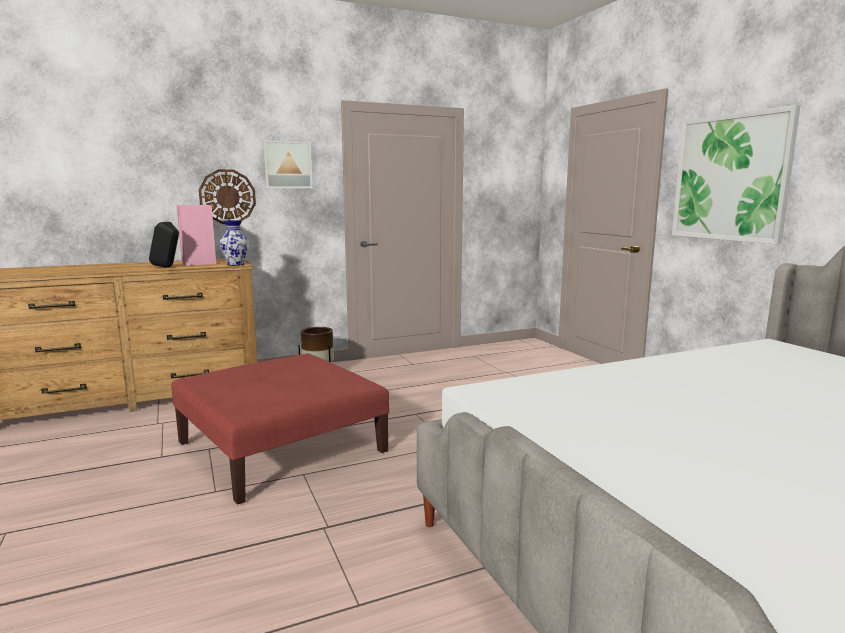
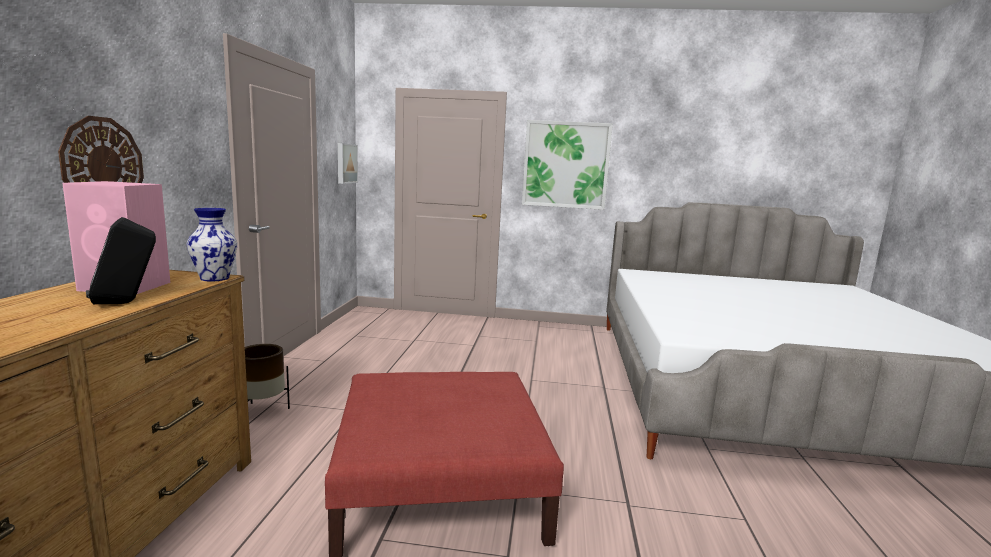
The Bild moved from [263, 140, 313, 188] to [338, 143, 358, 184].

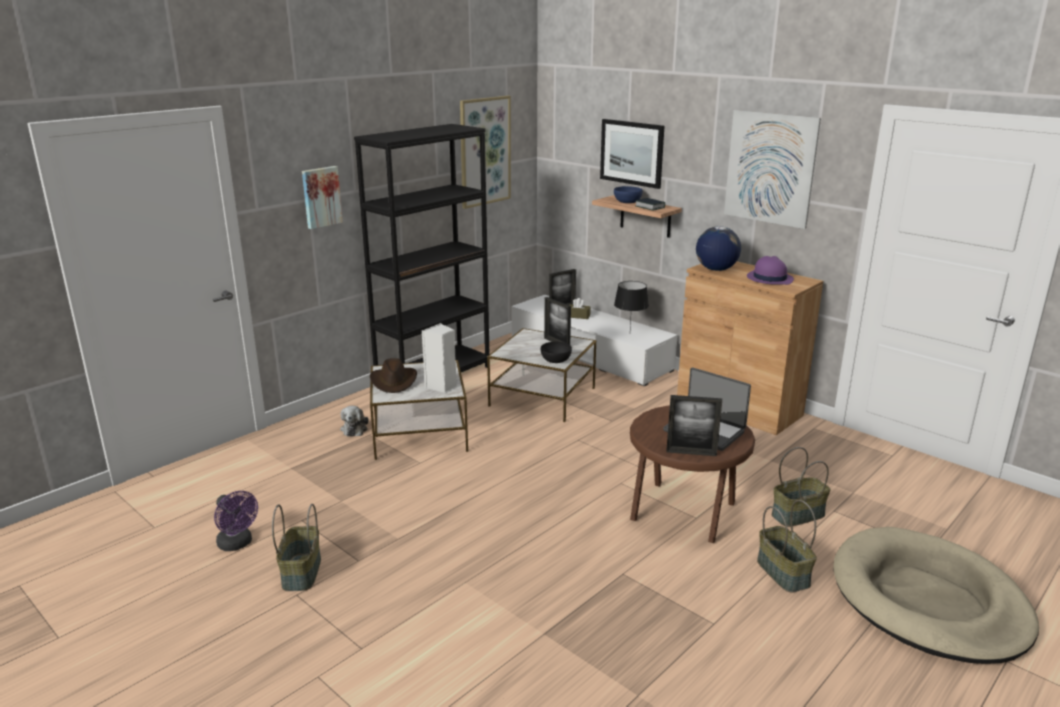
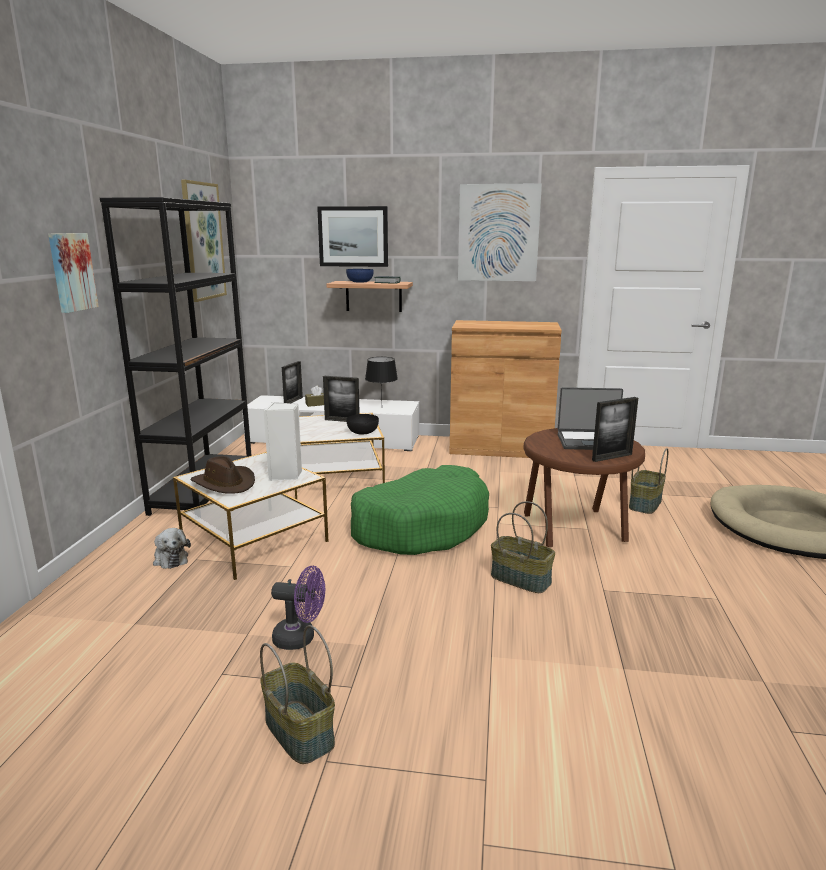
The Globus at [696, 226, 741, 271] disappeared.
The Hut [lila] at [747, 256, 794, 285] disappeared.
The Hundebett [grün] at [351, 465, 489, 555] appeared.
The Ventilator [lila] moved from [214, 491, 258, 551] to [271, 566, 325, 650].
The Korb moved from [757, 500, 817, 592] to [491, 501, 555, 593].

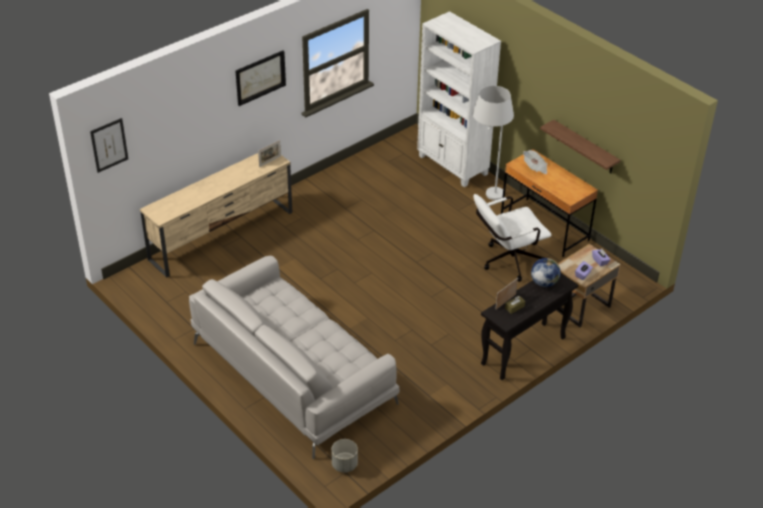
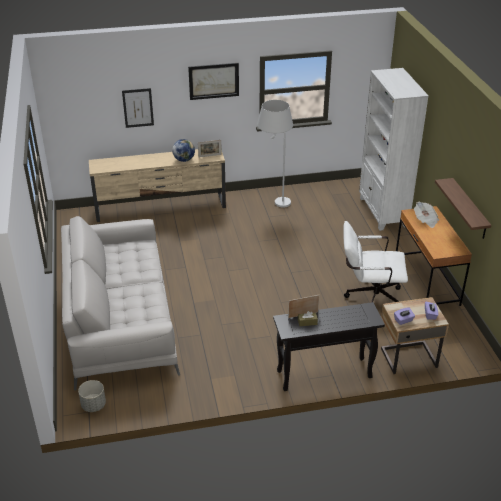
The Bild moved from [90, 118, 128, 173] to [122, 88, 154, 128].
The Stehlampe [weiß] moved from [472, 86, 514, 200] to [257, 100, 293, 208].
The Globus moved from [531, 258, 560, 287] to [172, 139, 195, 162].

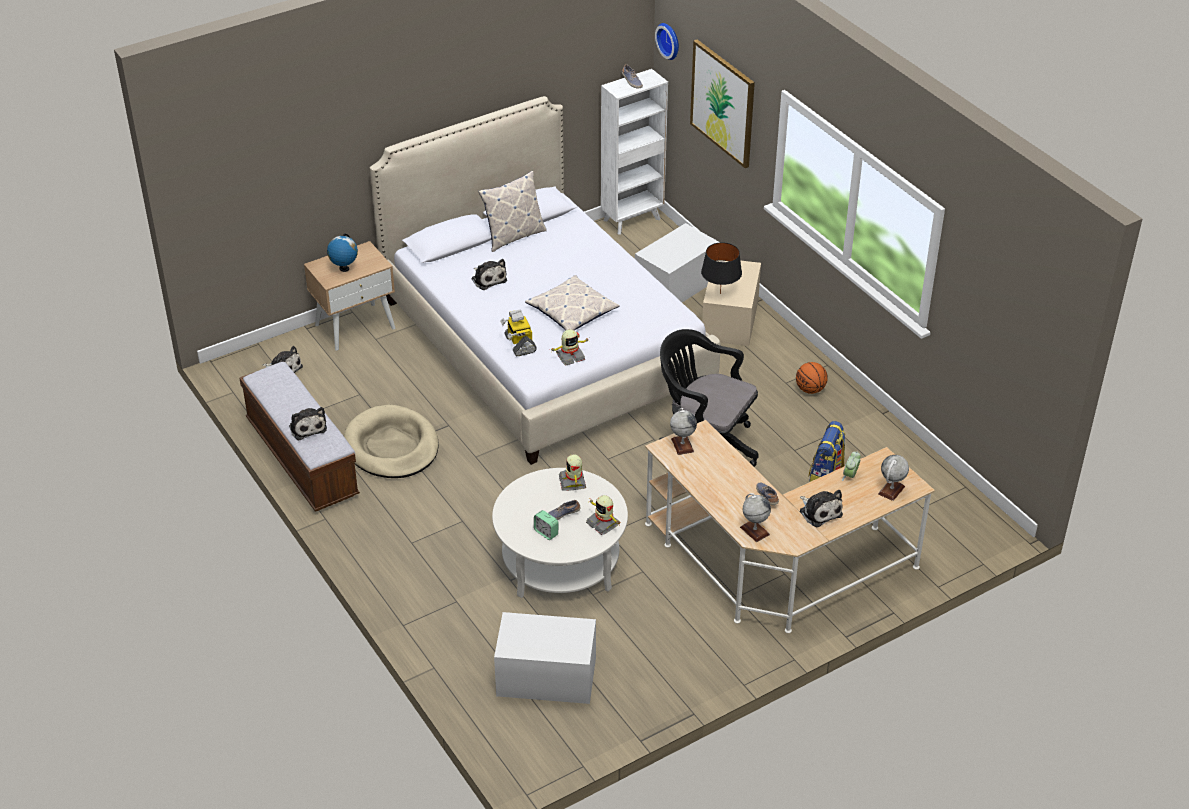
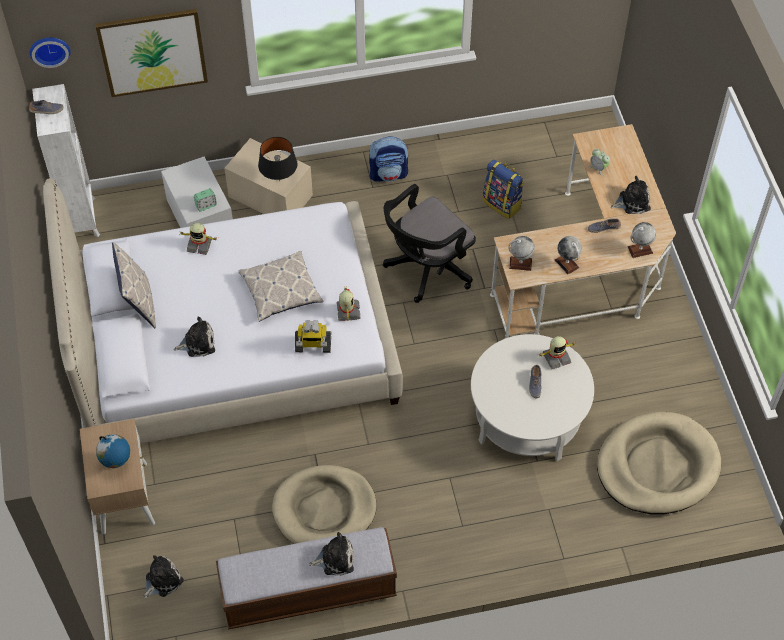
The Wecker moved from [534, 510, 558, 540] to [194, 189, 217, 211].
The Spielzeugroboter moved from [559, 454, 586, 491] to [179, 223, 218, 255].
The Globus moved from [878, 455, 909, 501] to [555, 236, 582, 274].
The Aufbewahrungsbox [weiß] at [494, 612, 596, 704] was replaced by the Hundebett [beige] at [597, 412, 721, 514].
The Basketball at [796, 362, 828, 394] was replaced by the Rucksack at [369, 137, 408, 182].

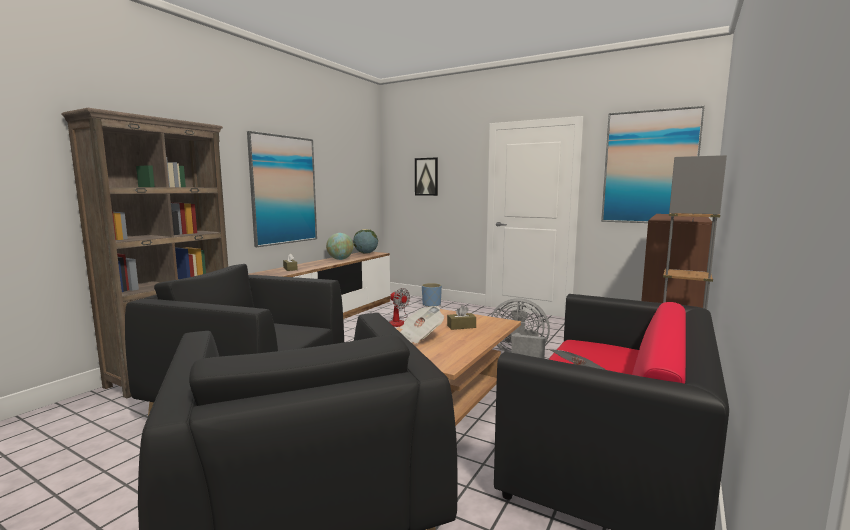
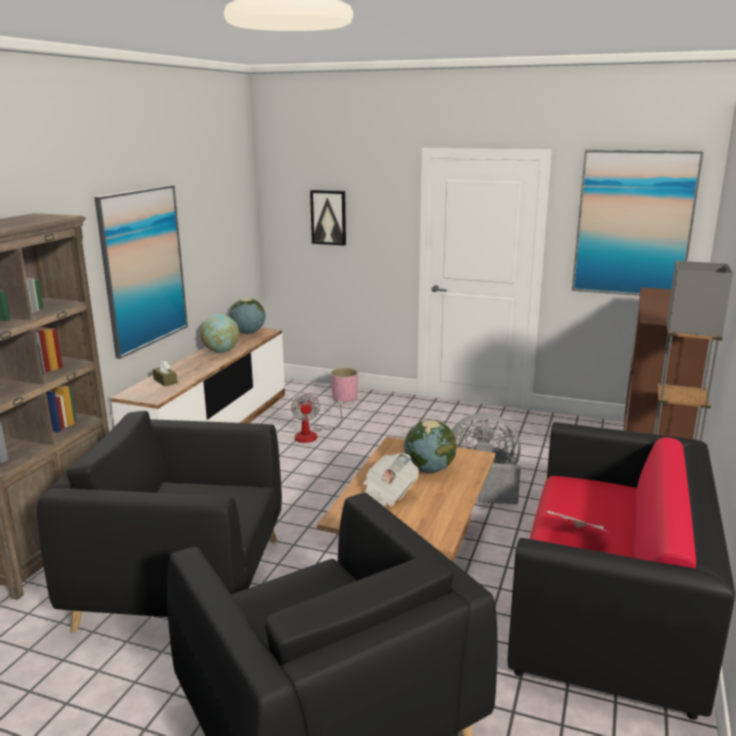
The Taschentuchbox [braun] at [447, 305, 476, 330] was replaced by the Globus at [404, 420, 457, 473].
The Pflanzkübel [blau] at [422, 283, 442, 307] became the Pflanzkübel [rosa] at [331, 368, 358, 403].
The Ventilator at [389, 288, 410, 327] turned 45 degrees clockwise.

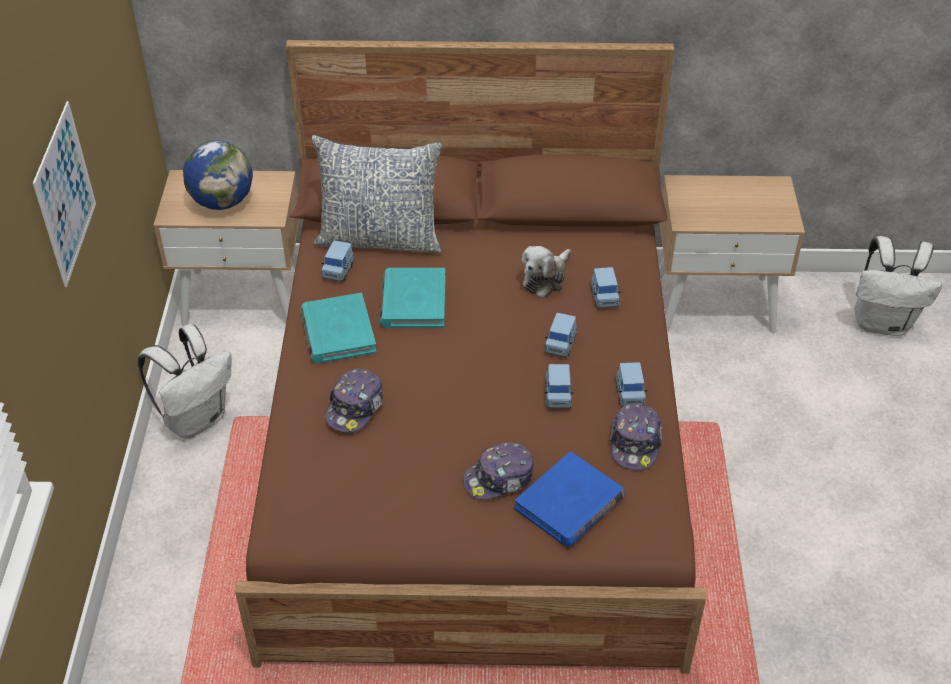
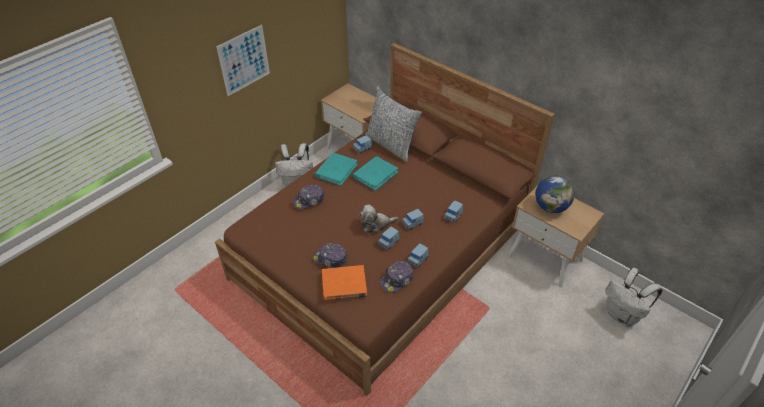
The Globus moved from [183, 140, 253, 210] to [535, 175, 575, 213].
The Plüschtier moved from [521, 246, 571, 298] to [360, 205, 398, 233].
The Buch [blau] at [515, 452, 625, 547] became the Buch [orange] at [322, 265, 367, 301].

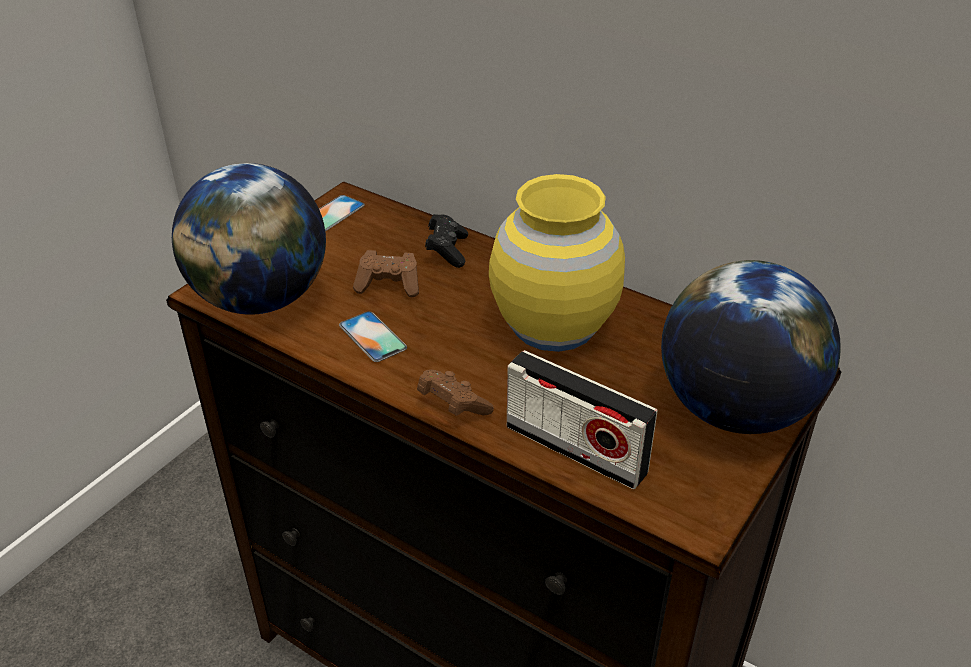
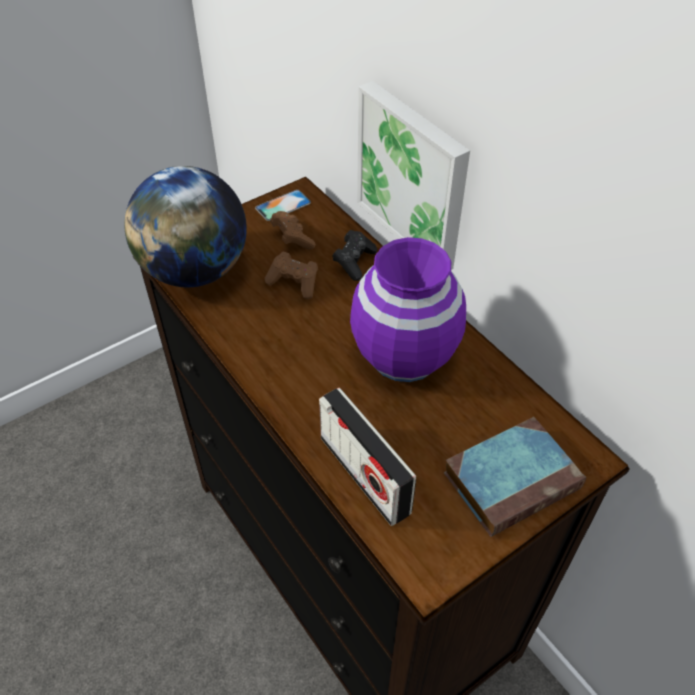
The Handy at [339, 311, 407, 362] disappeared.
The Bild at [357, 81, 470, 270] appeared.
The Gamepad [braun] moved from [417, 370, 494, 416] to [270, 211, 316, 250].
The Globus at [661, 260, 841, 434] was replaced by the Buch at [444, 417, 586, 537].
The Vase [gelb] at [489, 174, 625, 352] became the Vase [lila] at [350, 237, 466, 382].

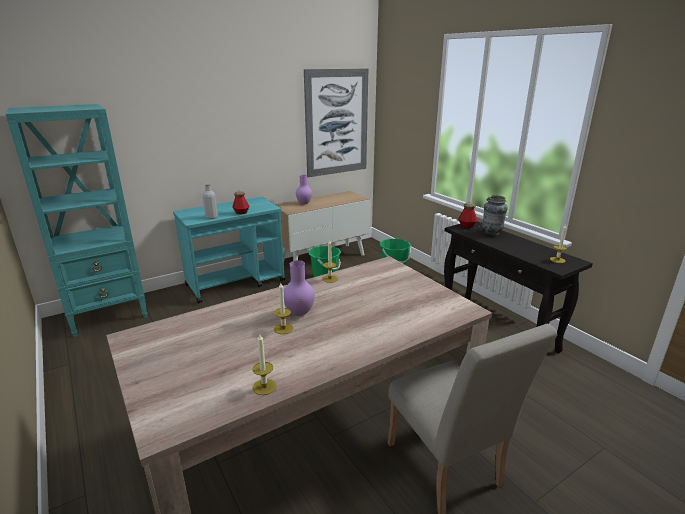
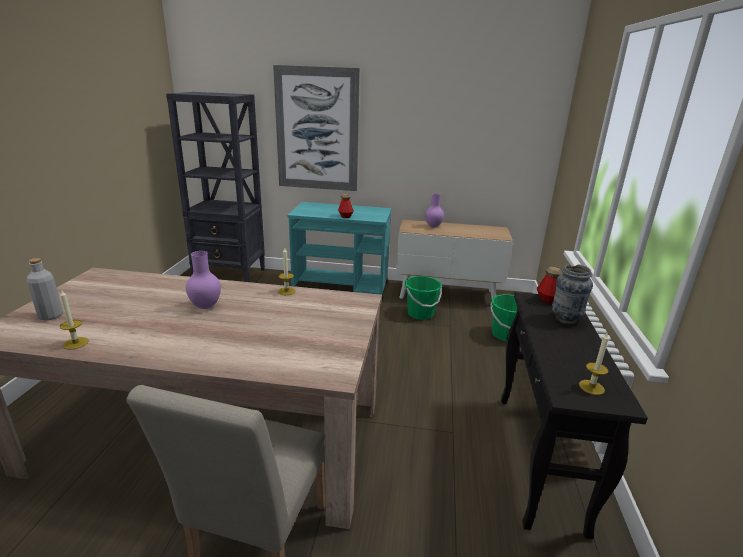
The Kerze at [274, 283, 293, 334] disappeared.
The Flasche [grau] moved from [203, 184, 218, 219] to [27, 258, 63, 320].
The Bild moved from [304, 68, 368, 177] to [273, 65, 360, 191].
The Bücherregal [türkis] at [6, 104, 148, 337] became the Bücherregal [schwarz] at [166, 92, 265, 282].

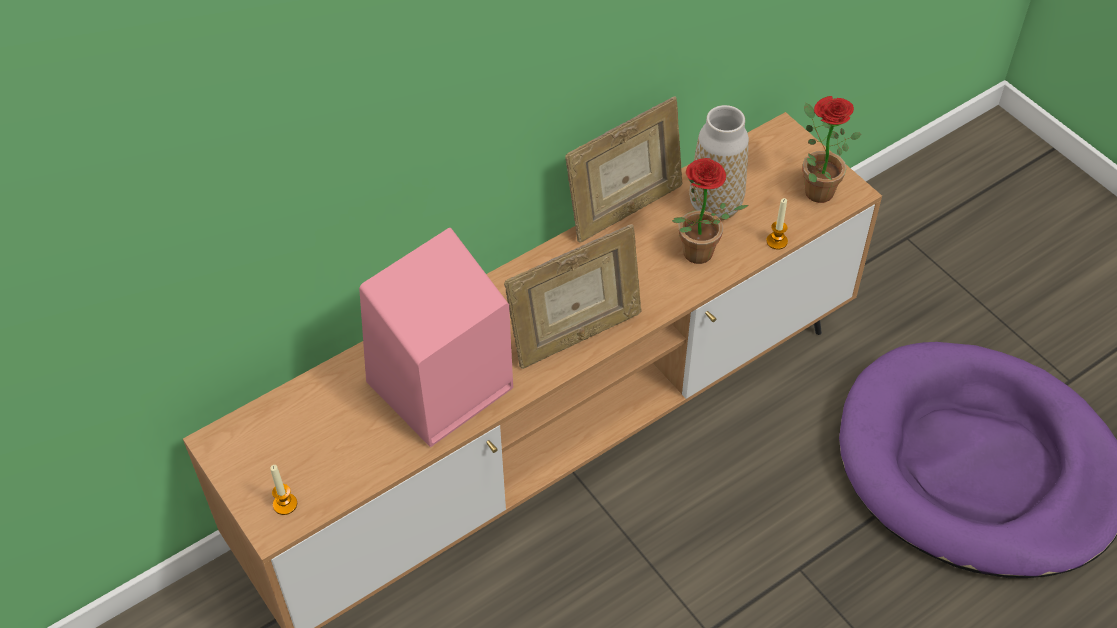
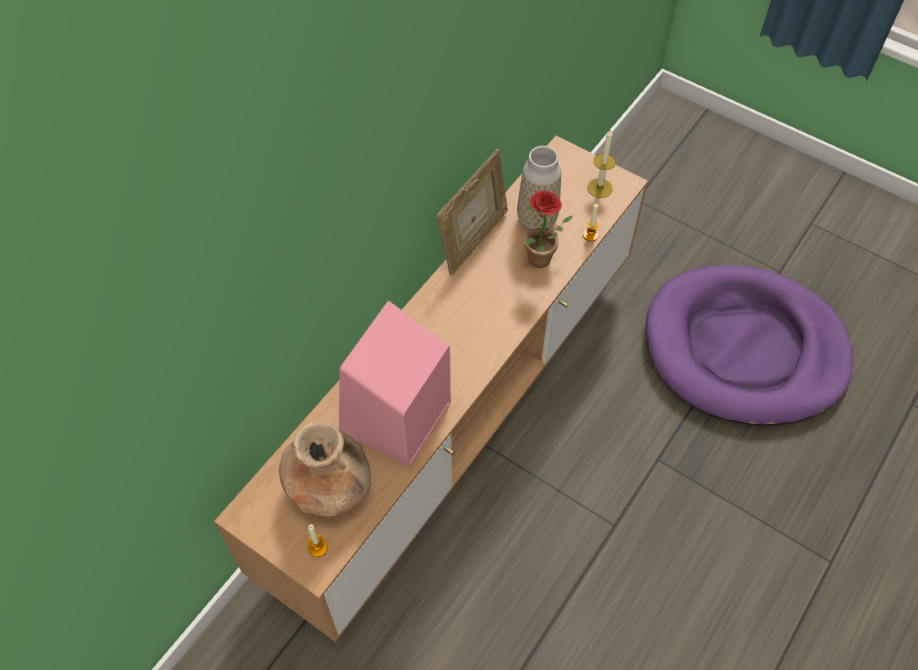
The Bilderrahmen at [504, 224, 641, 369] disappeared.
The Vase [braun] at [279, 422, 371, 517] appeared.
The Topfpflanze at [803, 96, 861, 203] was replaced by the Kerze at [587, 129, 616, 198].

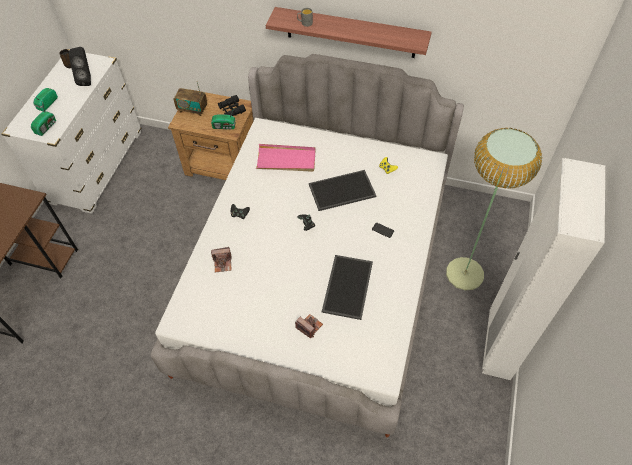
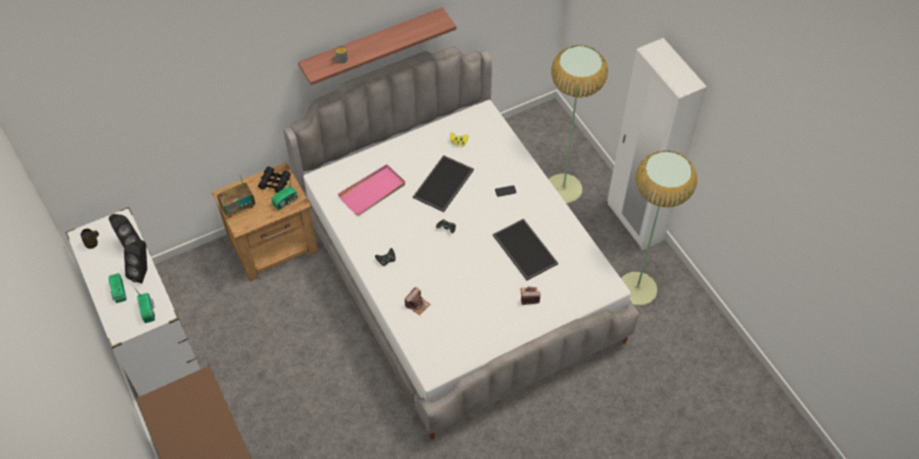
The Lautsprecher [schwarz] at [124, 240, 147, 283] appeared.
The Stehlampe at [621, 150, 697, 306] appeared.

